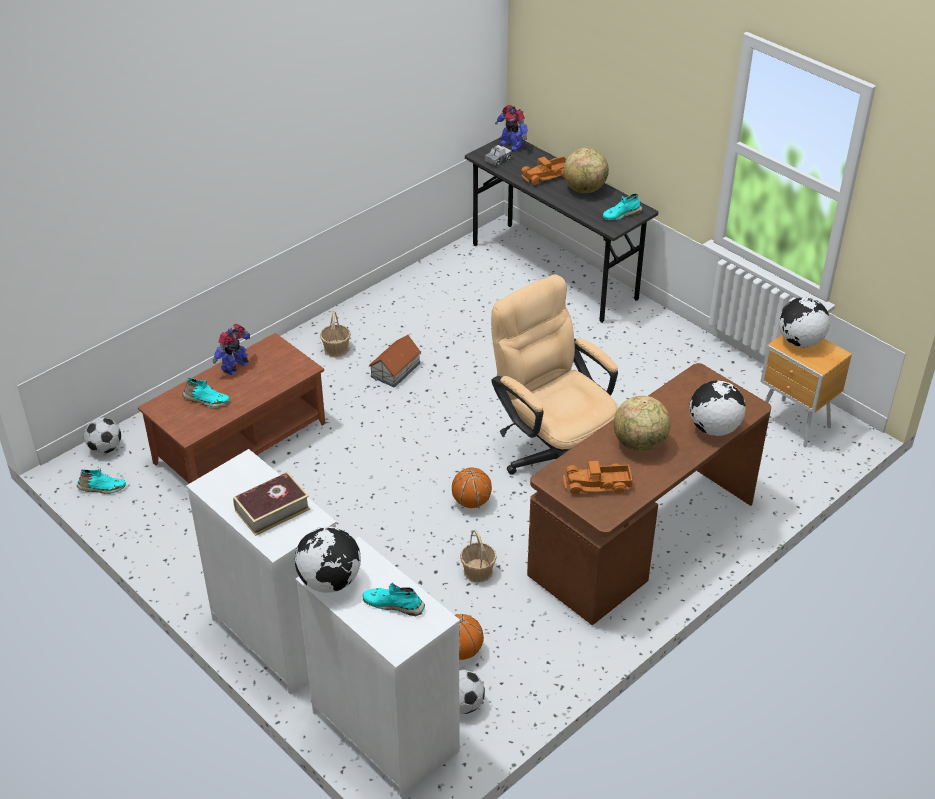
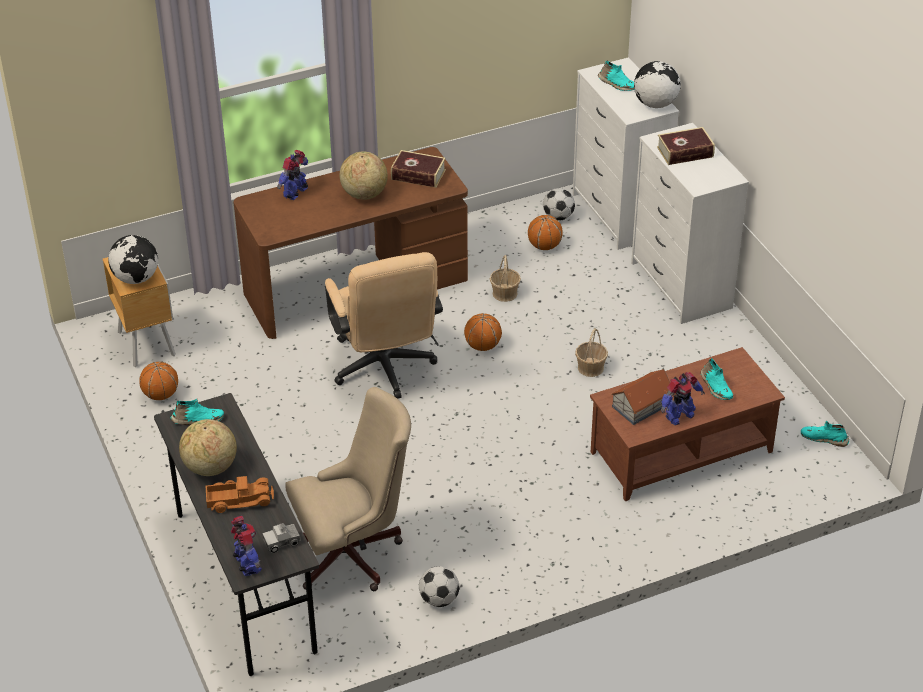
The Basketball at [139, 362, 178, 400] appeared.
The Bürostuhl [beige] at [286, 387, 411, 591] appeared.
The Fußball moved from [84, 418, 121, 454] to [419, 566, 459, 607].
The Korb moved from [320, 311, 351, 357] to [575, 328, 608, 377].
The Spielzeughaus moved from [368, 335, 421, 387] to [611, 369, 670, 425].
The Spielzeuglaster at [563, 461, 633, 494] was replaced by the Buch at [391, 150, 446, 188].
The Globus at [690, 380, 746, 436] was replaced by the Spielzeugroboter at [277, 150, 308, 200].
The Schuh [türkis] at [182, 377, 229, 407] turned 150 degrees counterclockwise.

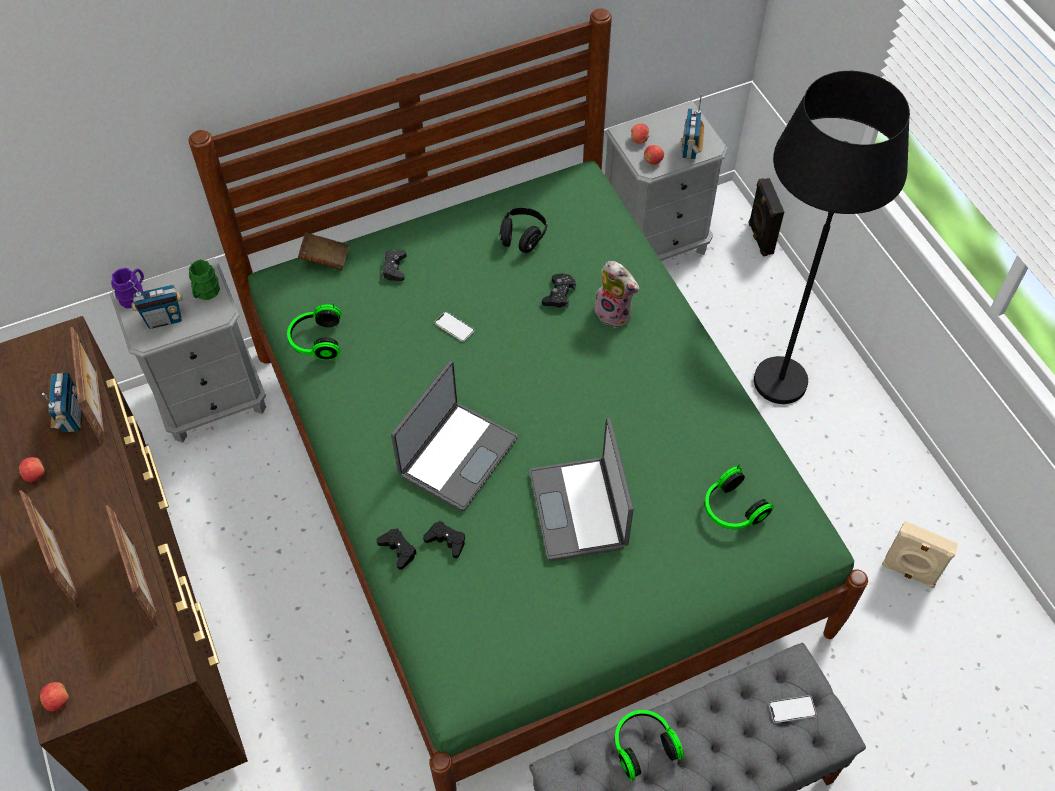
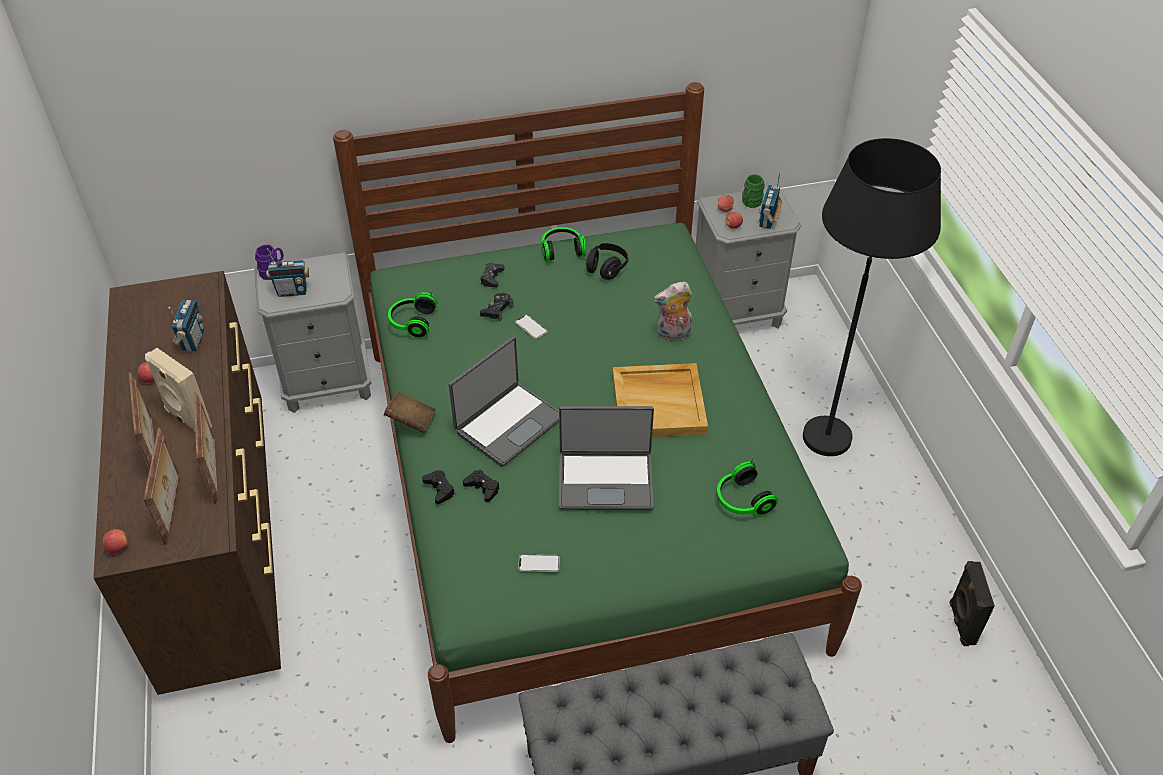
The Tablett [beige] at [612, 363, 708, 437] appeared.
The Bilderrahmen moved from [70, 327, 104, 444] to [143, 428, 179, 545].
The Henkelbecher [grün] moved from [189, 260, 220, 300] to [742, 174, 765, 208].
The Buch [braun] moved from [298, 233, 349, 271] to [384, 392, 436, 433].
The Gamepad [schwarz] moved from [542, 273, 576, 309] to [480, 293, 513, 321].
The Kopfhörer moved from [615, 710, 684, 781] to [542, 227, 586, 262].
The Lautsprecher [schwarz] moved from [748, 178, 784, 256] to [949, 561, 995, 646].
The Handy moved from [769, 695, 817, 723] to [518, 554, 560, 572].
The Lautsprecher [beige] moved from [882, 521, 959, 588] to [145, 348, 212, 431].
The Laptop at [529, 418, 634, 561] turned 90 degrees counterclockwise.
The Plüschtier at [594, 261, 639, 328] turned 120 degrees clockwise.

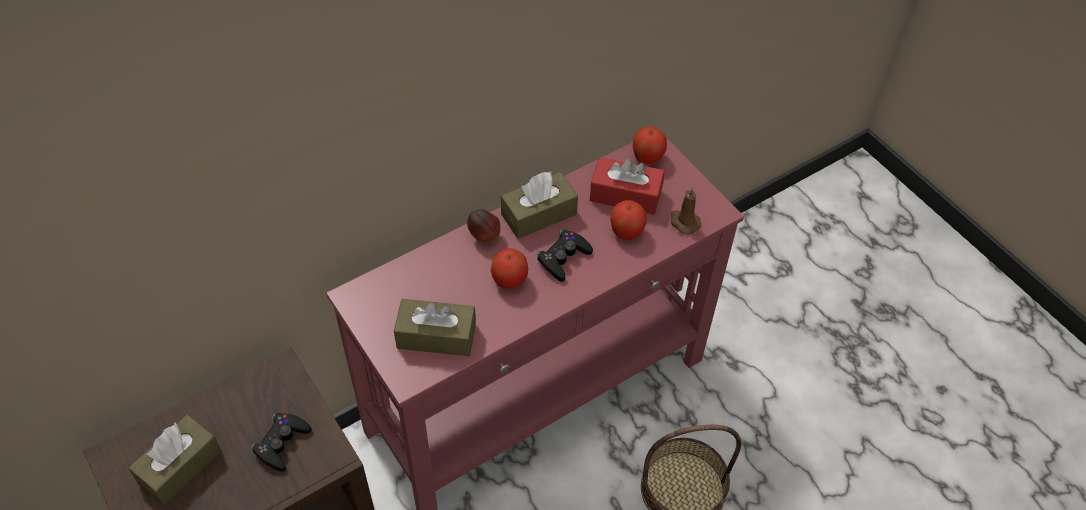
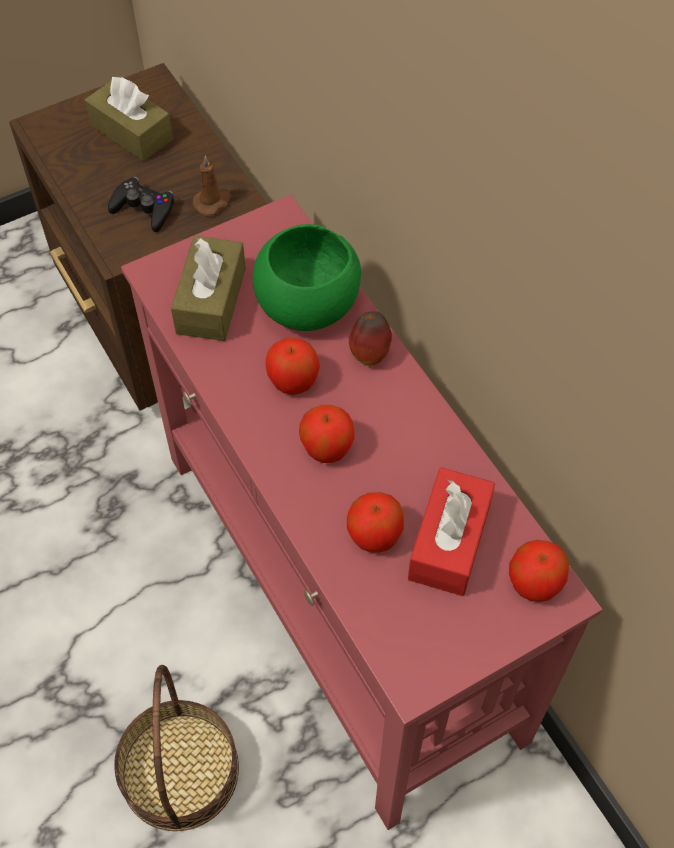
The Taschentuchbox [braun] at [501, 171, 578, 239] disappeared.
The Schüssel [grün] at [253, 224, 361, 331] appeared.
The Kerze [braun] moved from [670, 187, 701, 234] to [193, 155, 231, 216].
The Gamepad [schwarz] at [537, 230, 593, 282] was replaced by the Apfel at [299, 405, 354, 463].

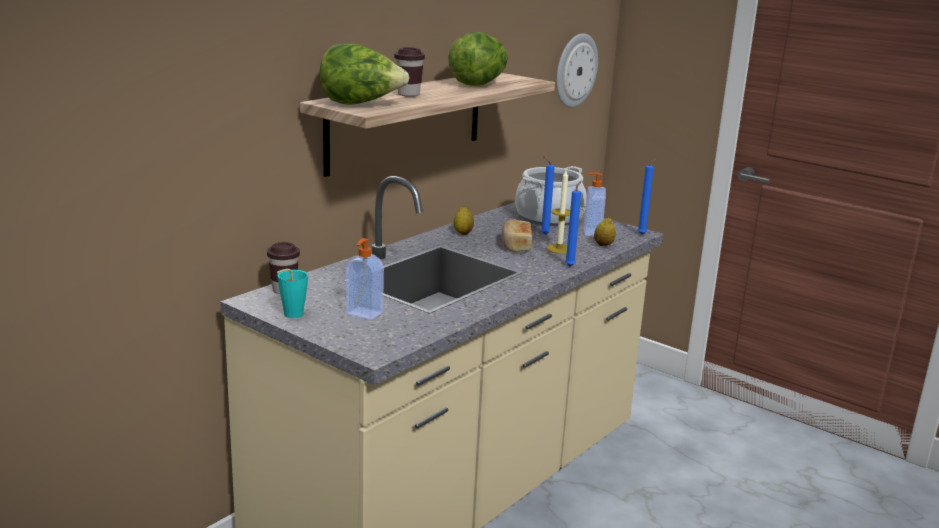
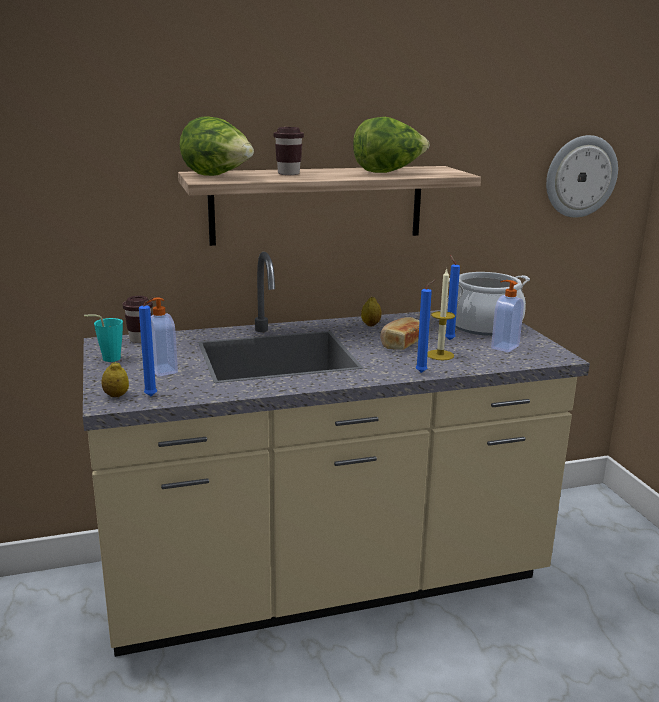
The Zitrone moved from [594, 217, 616, 246] to [102, 361, 129, 397].
The Kerze [blau] moved from [637, 158, 657, 235] to [139, 297, 157, 396].

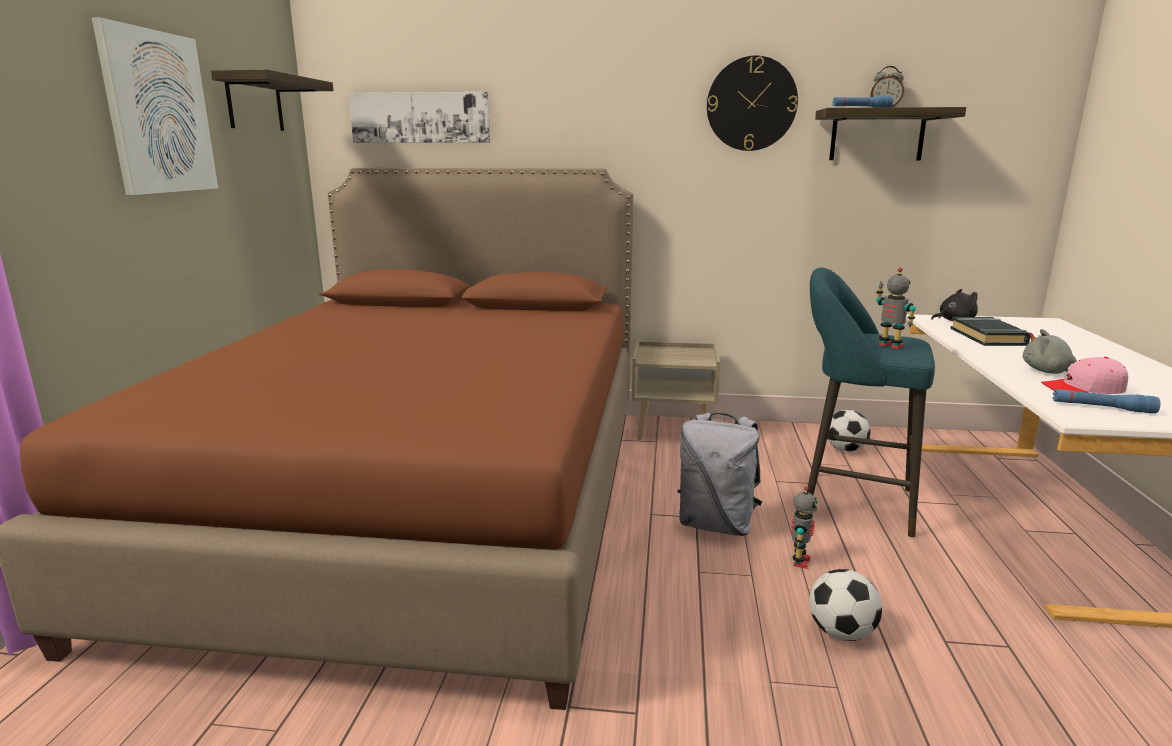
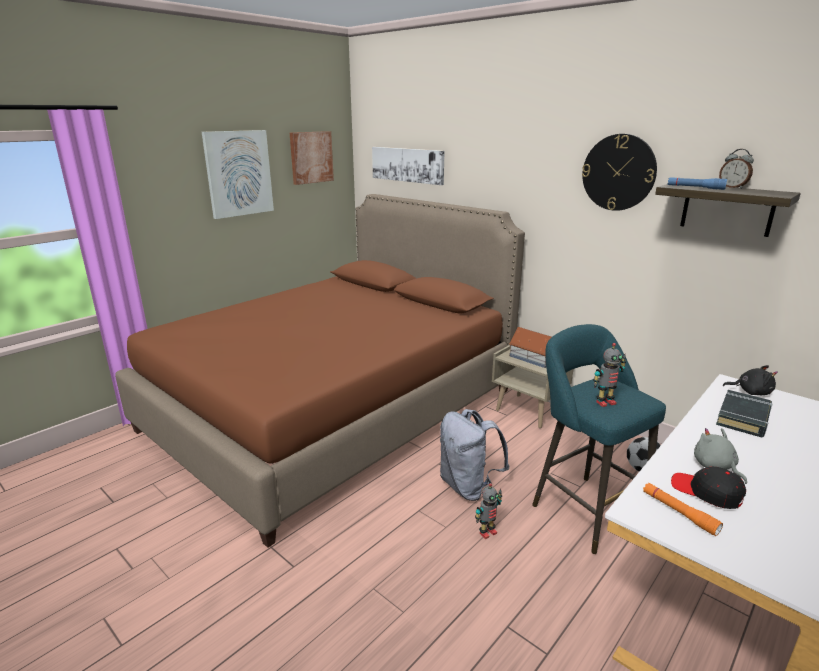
The Fußball at [809, 569, 882, 641] disappeared.
The Spielzeughaus at [509, 327, 551, 368] appeared.
The Wandregal at [211, 69, 333, 131] was replaced by the Bild at [290, 131, 334, 185].
The Kappe [rosa] at [1041, 357, 1128, 394] became the Kappe [schwarz] at [671, 466, 746, 509].
The Taschenlampe [blau] at [1053, 389, 1160, 414] became the Taschenlampe [orange] at [643, 483, 723, 536].
The Spielzeugroboter at [876, 268, 916, 349] turned 75 degrees clockwise.

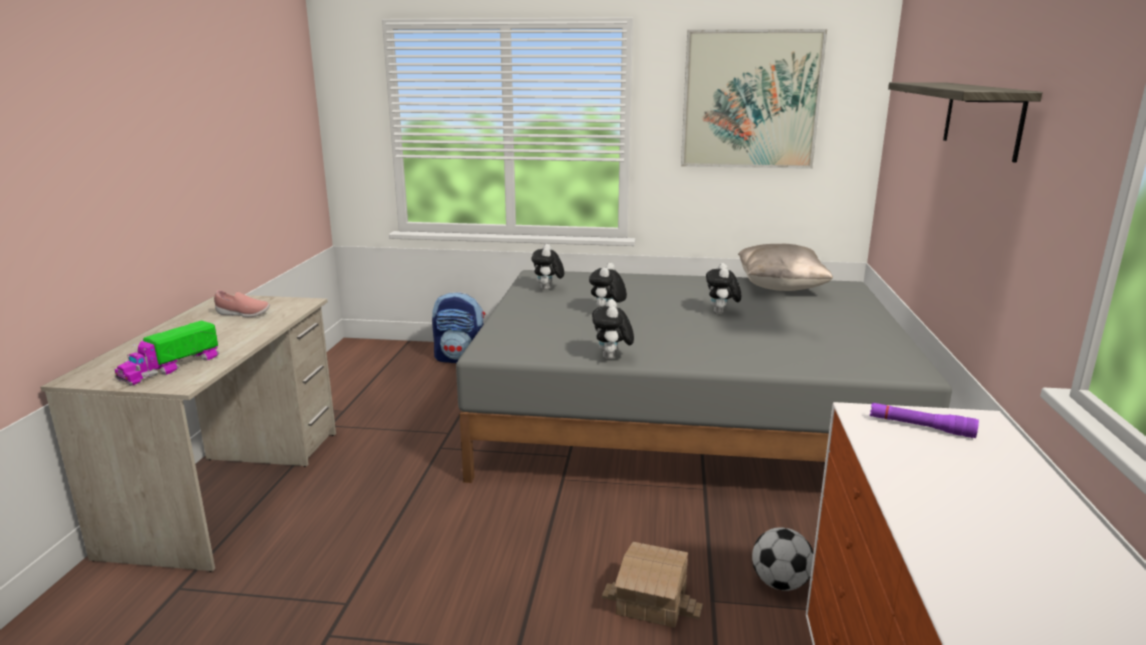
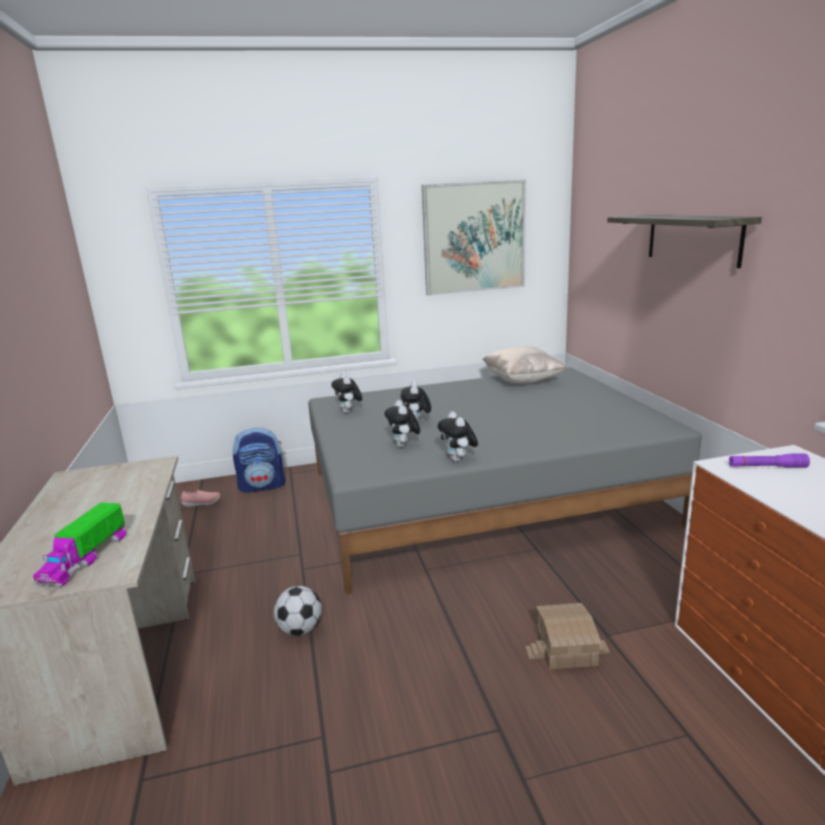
The Schuh [rosa] moved from [214, 290, 270, 317] to [181, 490, 220, 507].
The Plüschtier moved from [706, 263, 741, 314] to [385, 400, 420, 447].
The Fußball moved from [752, 527, 813, 591] to [274, 586, 322, 636].

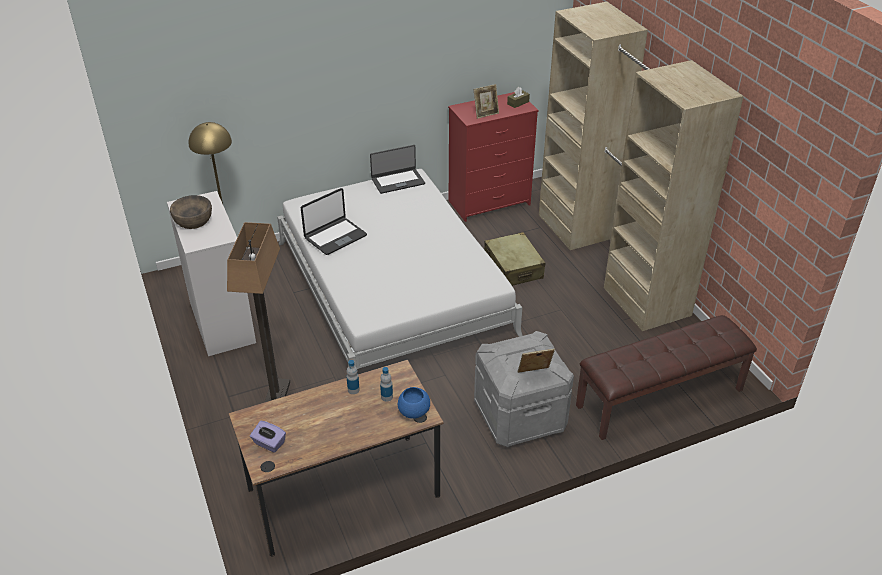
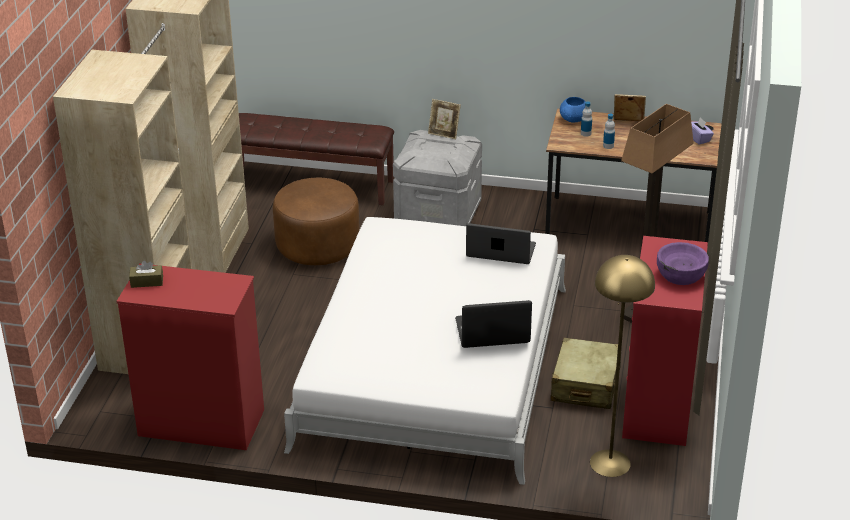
The Polsterhocker [braun] at [273, 178, 360, 265] appeared.
The Laptop moved from [370, 145, 425, 194] to [466, 223, 536, 264].
The Bilderrahmen moved from [474, 84, 499, 119] to [614, 94, 646, 121].
The Koffer [beige] moved from [484, 232, 545, 286] to [551, 338, 622, 409].
The Kommode [weiß] at [167, 191, 256, 356] became the Kommode [rot] at [622, 236, 708, 446].
The Schüssel [braun] at [170, 195, 212, 229] became the Schüssel [lila] at [657, 242, 709, 285].

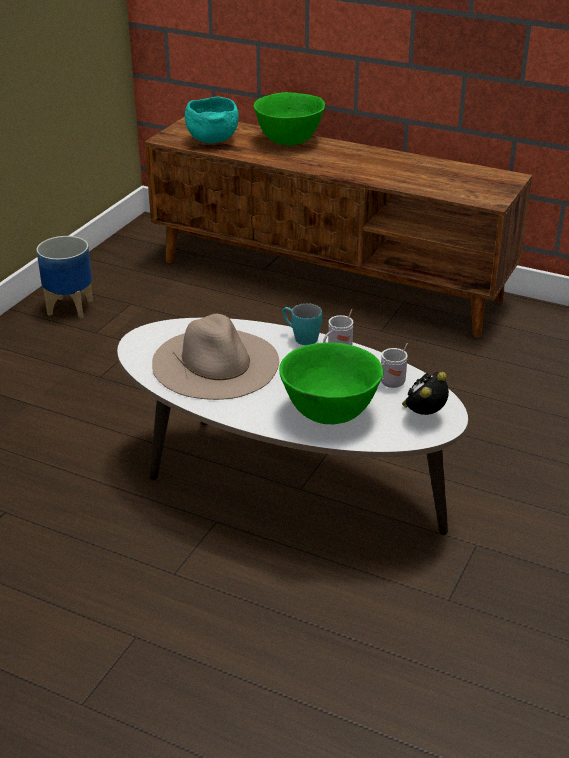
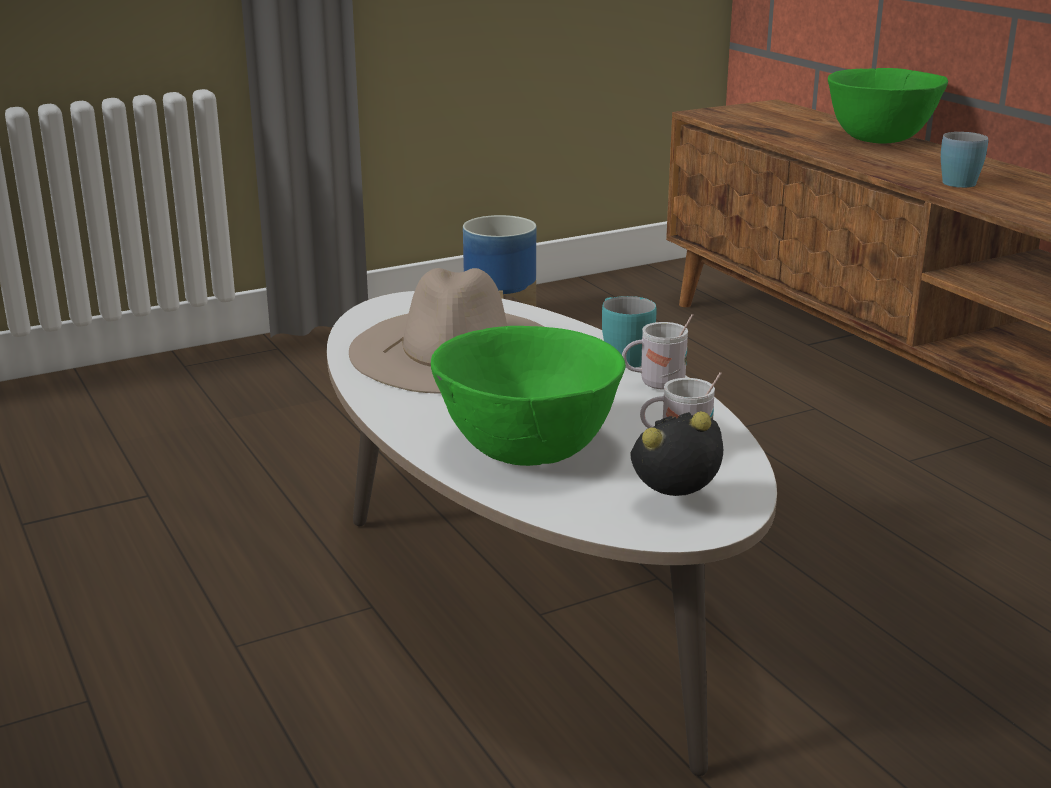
The Schüssel [türkis] at [185, 97, 239, 143] disappeared.
The Henkelbecher [blau] at [941, 132, 988, 188] appeared.

